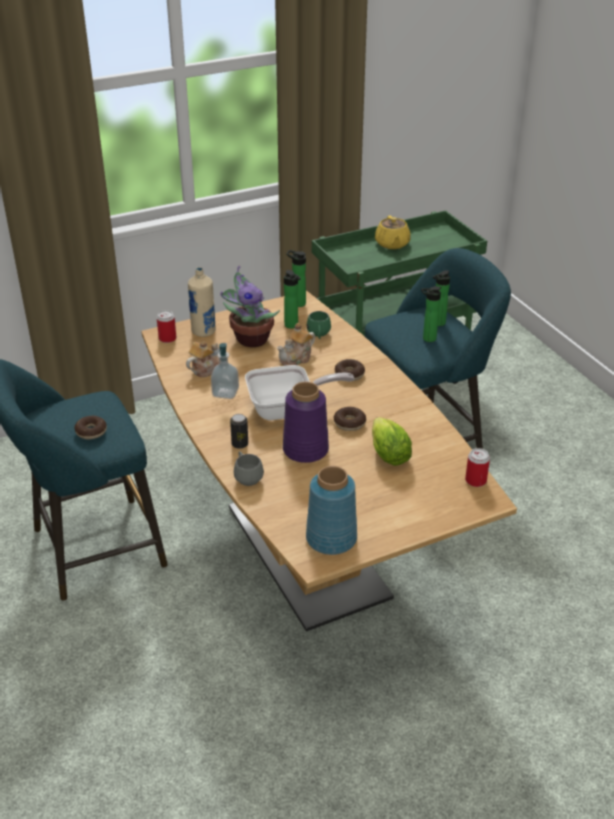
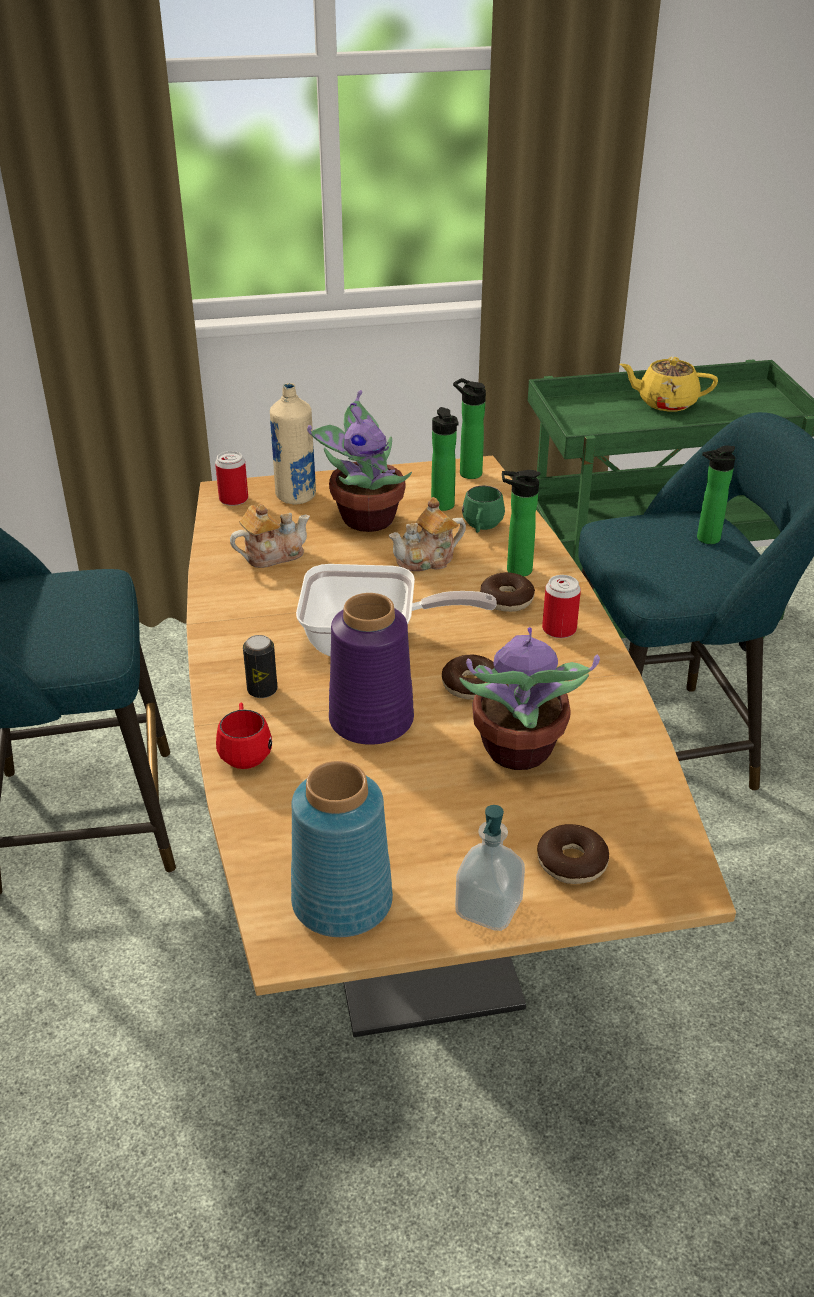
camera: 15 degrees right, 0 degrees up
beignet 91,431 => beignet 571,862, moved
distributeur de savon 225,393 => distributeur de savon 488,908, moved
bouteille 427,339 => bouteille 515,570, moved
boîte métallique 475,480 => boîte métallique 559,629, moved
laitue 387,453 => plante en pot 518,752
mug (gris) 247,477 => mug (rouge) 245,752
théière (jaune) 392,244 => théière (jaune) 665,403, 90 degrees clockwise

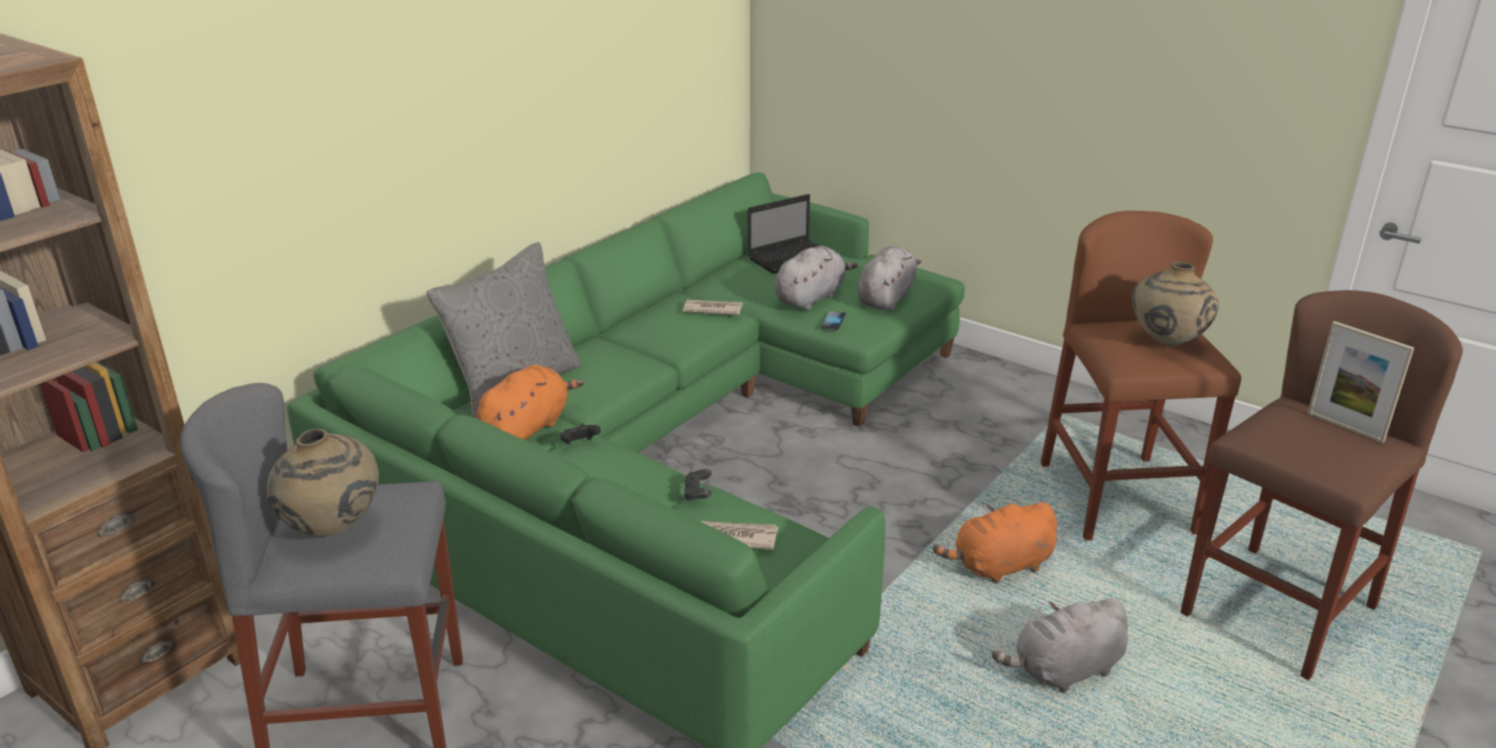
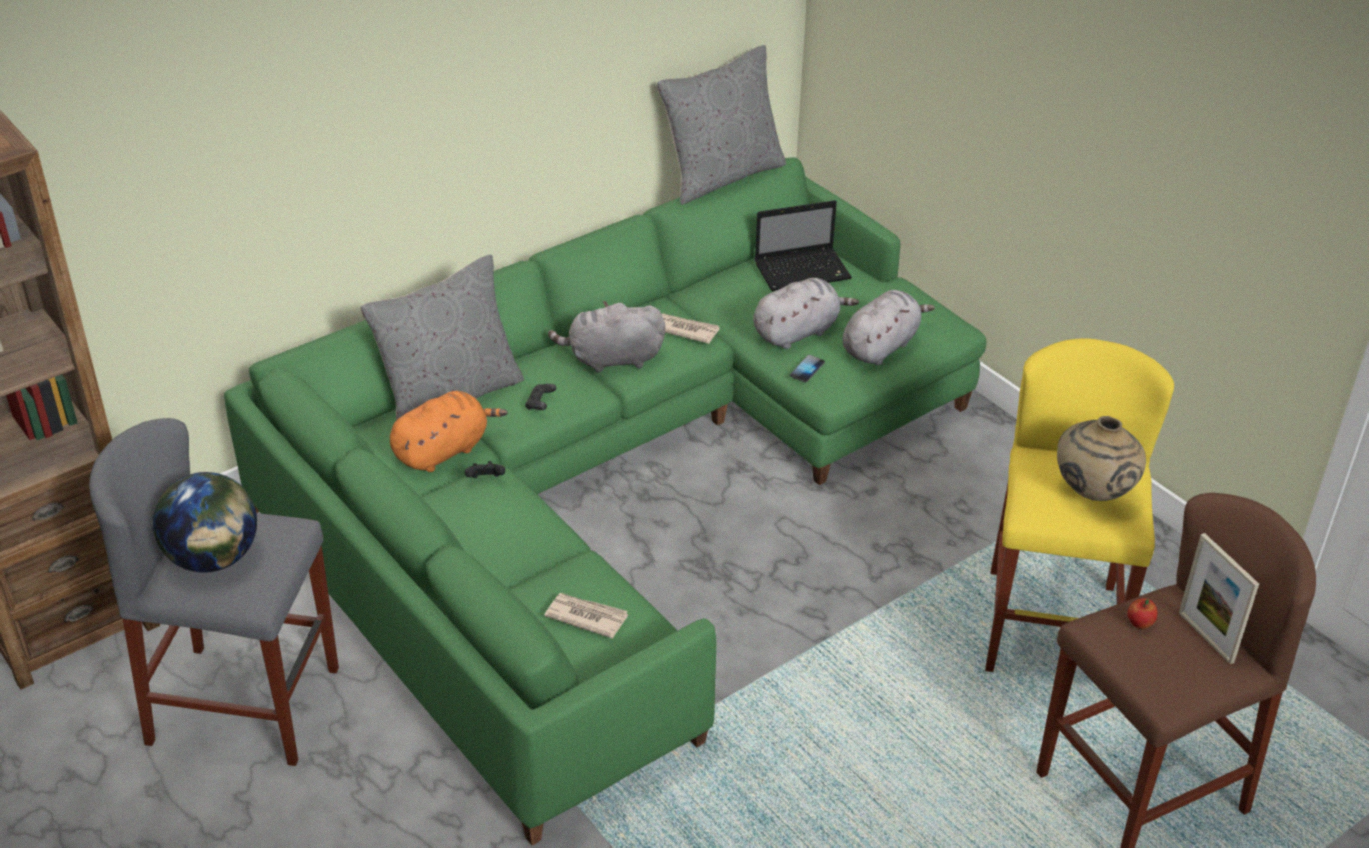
camera: 15 degrees right, 10 degrees up
peluche (orange) 999,567 => nothing
nothing => coussin (gris) 721,176
nothing => pomme 1139,623
manette (noir) 698,493 => manette (noir) 540,404, moved
peluche (gris) 1064,671 => peluche (gris) 611,359, moved
vase (beige) 334,530 => globe 214,558
tabouret (marron) 1117,498 => tabouret (jaune) 1050,628

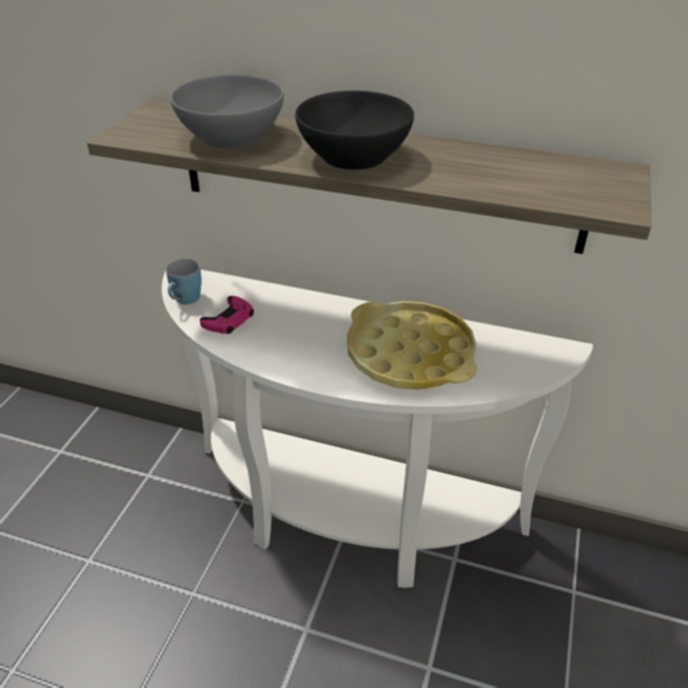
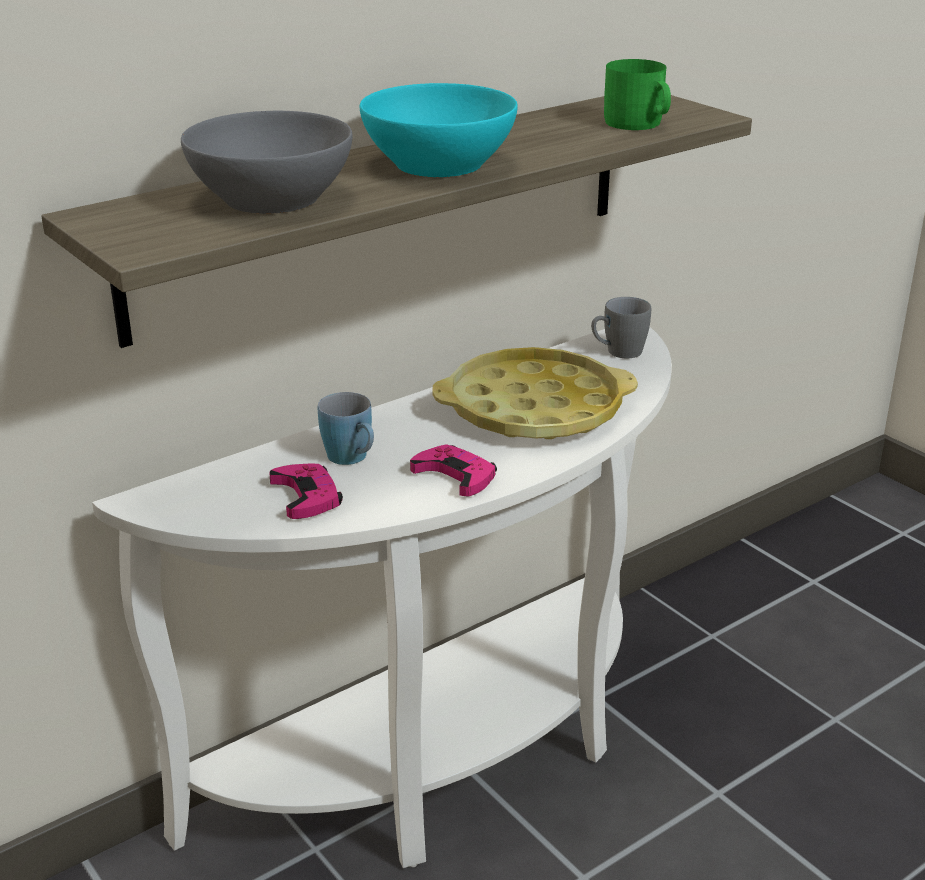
camera: 55 degrees left, 10 degrees down
nothing => manette (rose) 455,475
nothing => mug (gris) 617,353
nothing => mug (vert) 638,124
mug (bleu) 185,301 => mug (bleu) 352,459, moved
bol (noir) 354,156 => bol (turquoise) 440,164

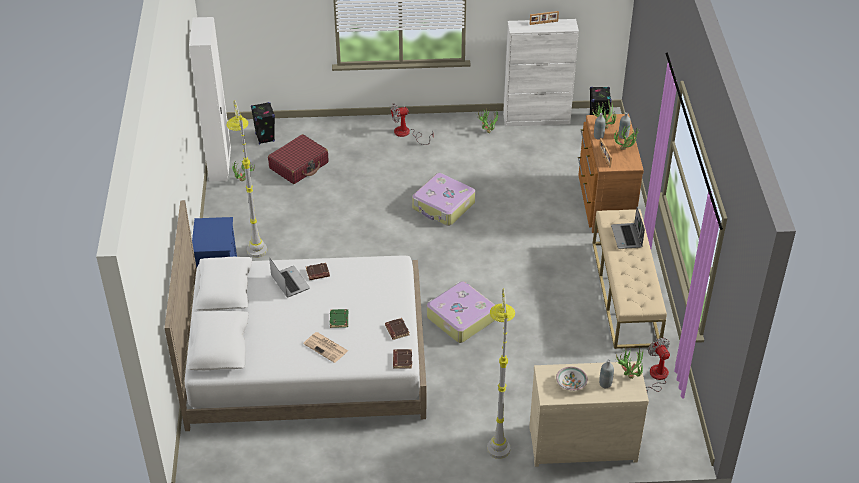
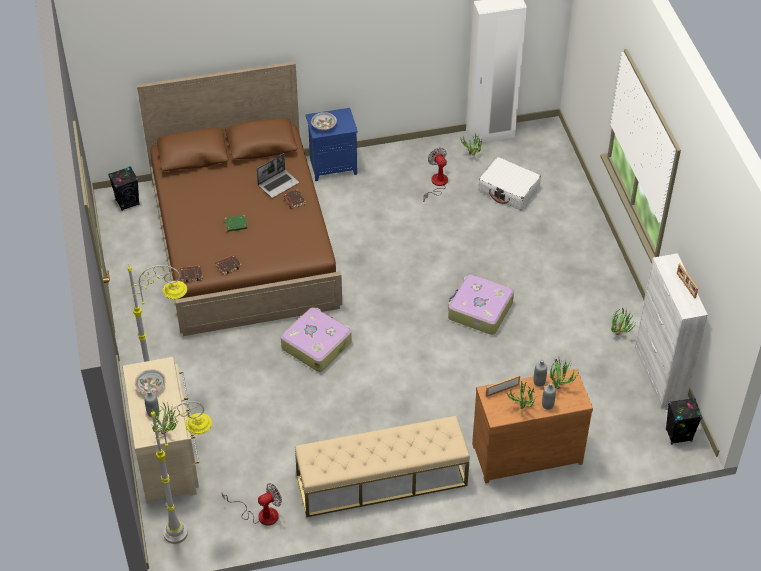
camera: 80 degrees right, 5 degrees up
journal 326,347 => nothing
ordinateur portable 627,237 => nothing
nothing => bol 323,126
lampadaire (gris) 253,239 => lampadaire (gris) 195,525, moved
enceinte (noir) 265,137 => enceinte (noir) 127,202, moved
ventilateur 407,134 => ventilateur 437,184, moved
lit (blanc) 307,359 => lit (marron) 244,243
valise (rouge) 299,165 => valise (blanc) 509,190

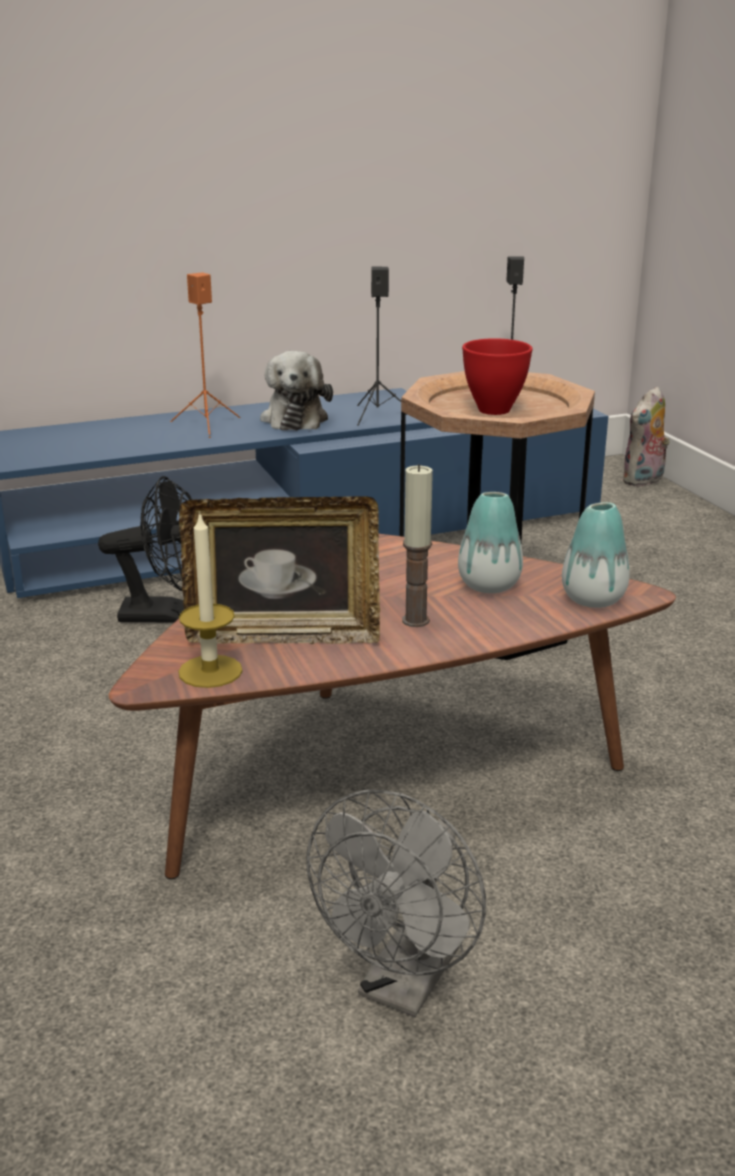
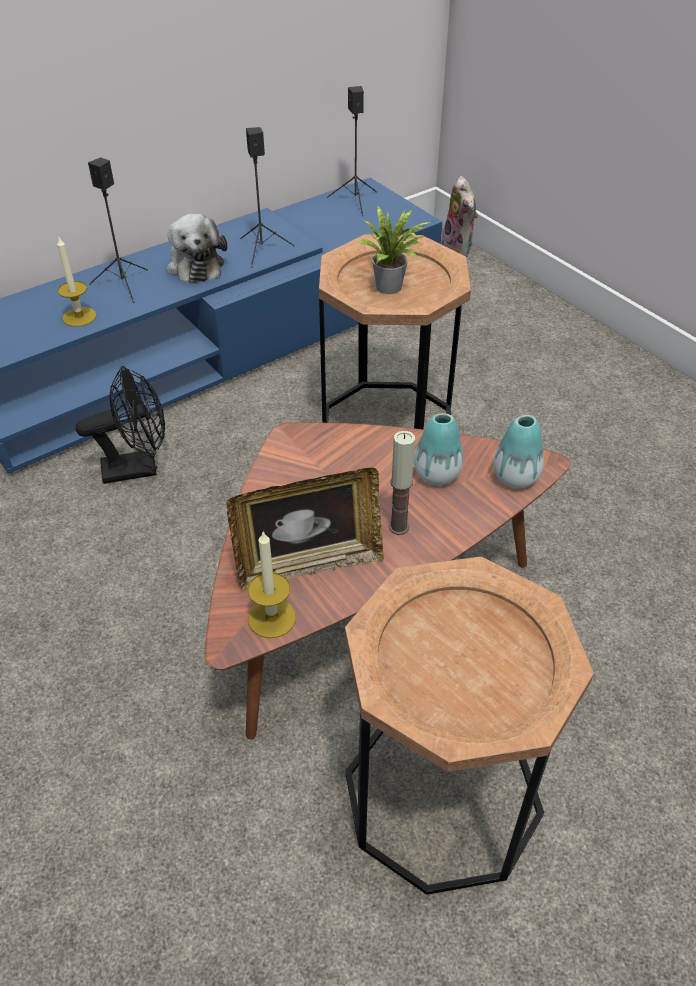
camera: 15 degrees left, 20 degrees up
nothing => bougie 79,317
ventilateur (gris) 403,986 => table d'appoint (marron) 442,794
bol (rouge) 493,409 => plante en pot 392,287
enceinte (orange) 207,425 => enceinte (noir) 124,285
peluche 644,481 => peluche 459,250, 45 degrees counterclockwise

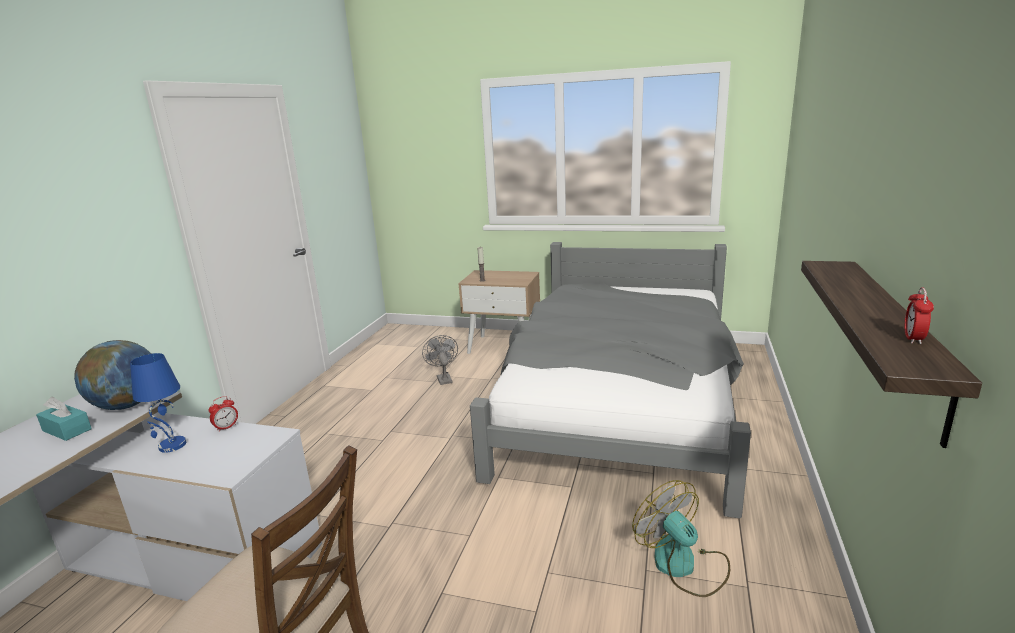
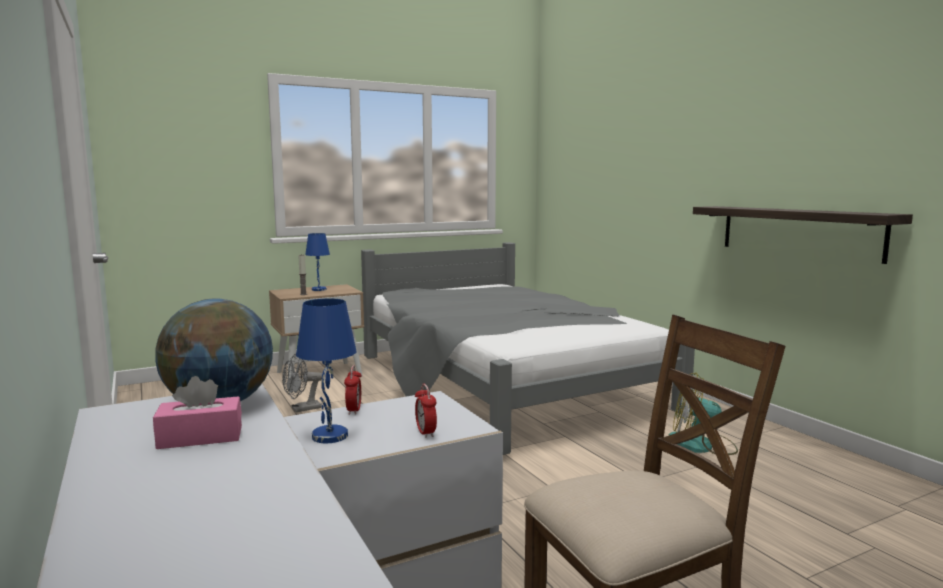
camera: 45 degrees left, 10 degrees down
nothing => lampe de table (bleu) 318,289
réveil 913,339 => réveil 425,433, moved
boîte à mouchoirs (turquoise) 67,430 => boîte à mouchoirs (rose) 200,437
ventilateur (gris) 443,378 => ventilateur (gris) 302,409, 60 degrees counterclockwise

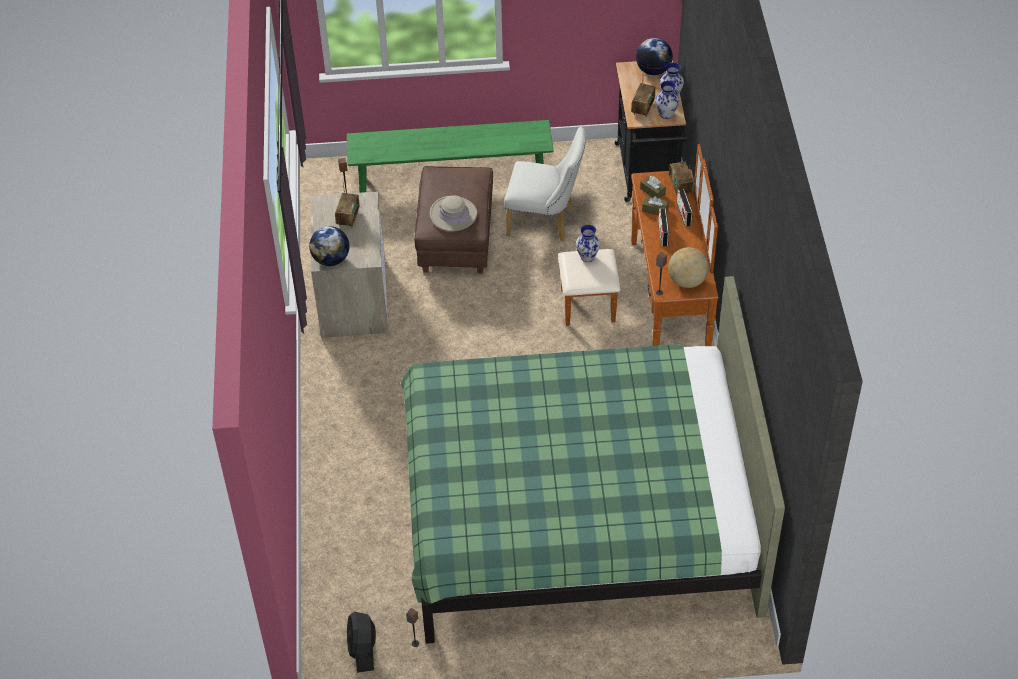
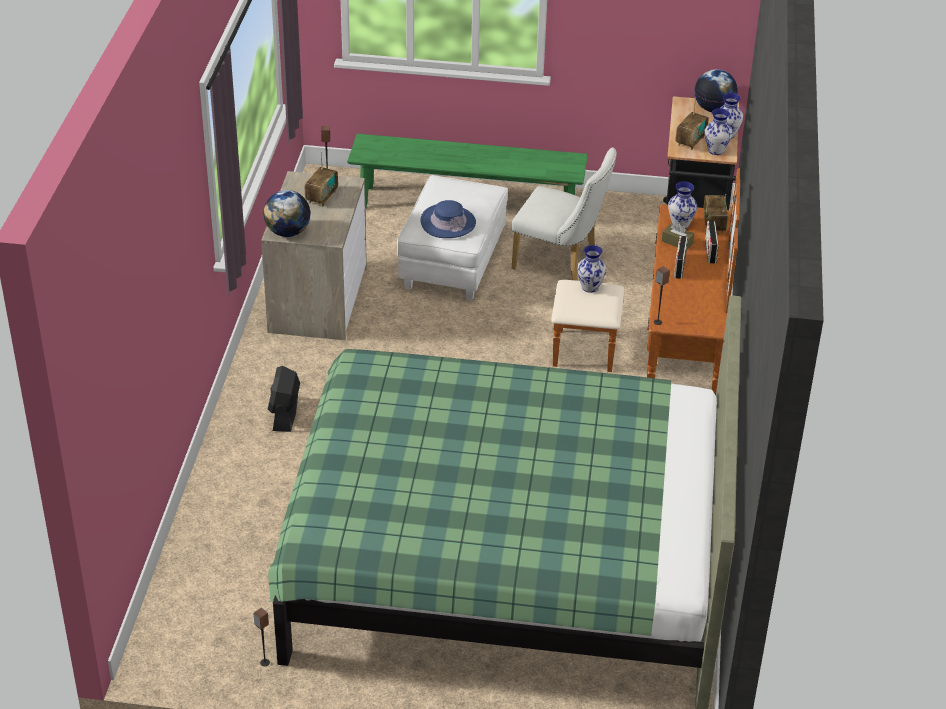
camera: 10 degrees right, 10 degrees down
globe 687,281 => nothing
ventilateur (noir) 363,650 => ventilateur (noir) 285,414, moved
boîte à mouchoirs (marron) 652,191 => vase 680,224
pouf (marron) 456,240 => pouf (blanc) 452,264
chapeau (beige) 453,214 => chapeau (bleu) 448,222

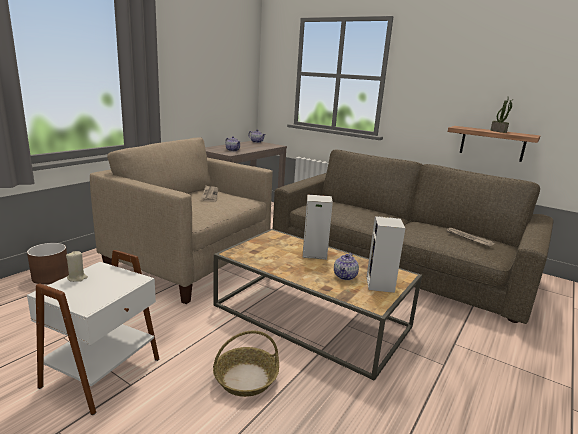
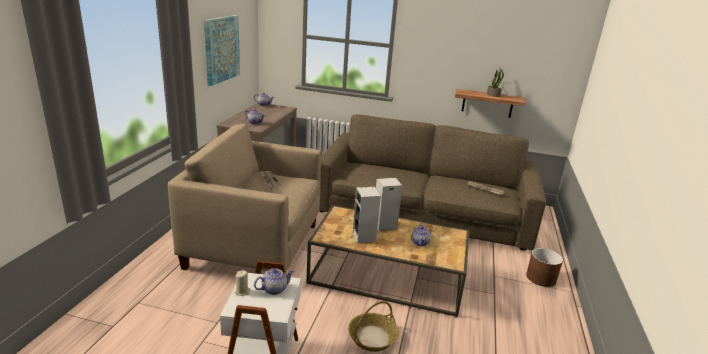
camera: 20 degrees left, 5 degrees up
nothing => tableau 221,49
nothing => théière 274,289
cache-pot (marron) 51,276 => cache-pot (marron) 541,278, moved
enceinte 381,285 => enceinte 365,237, moved

